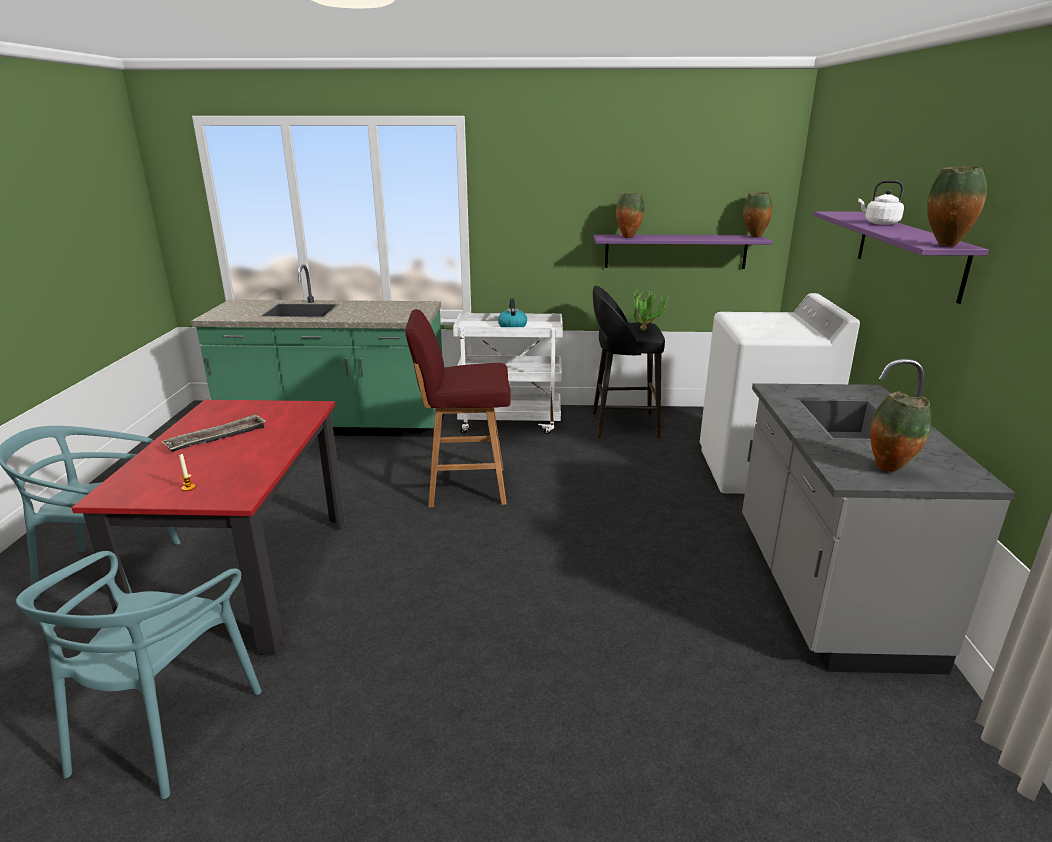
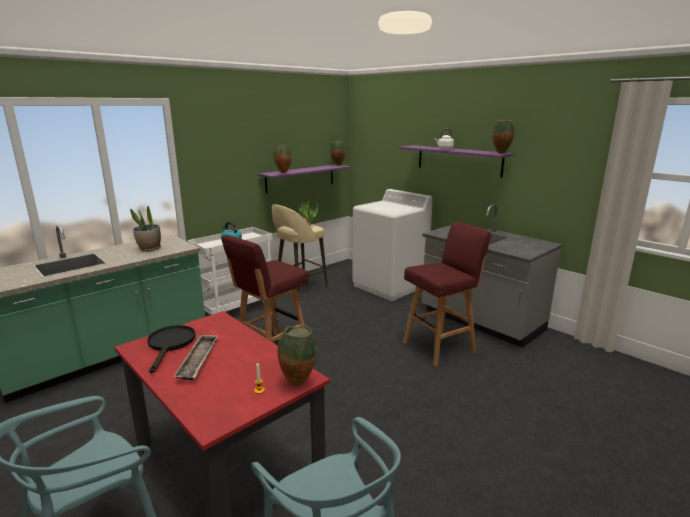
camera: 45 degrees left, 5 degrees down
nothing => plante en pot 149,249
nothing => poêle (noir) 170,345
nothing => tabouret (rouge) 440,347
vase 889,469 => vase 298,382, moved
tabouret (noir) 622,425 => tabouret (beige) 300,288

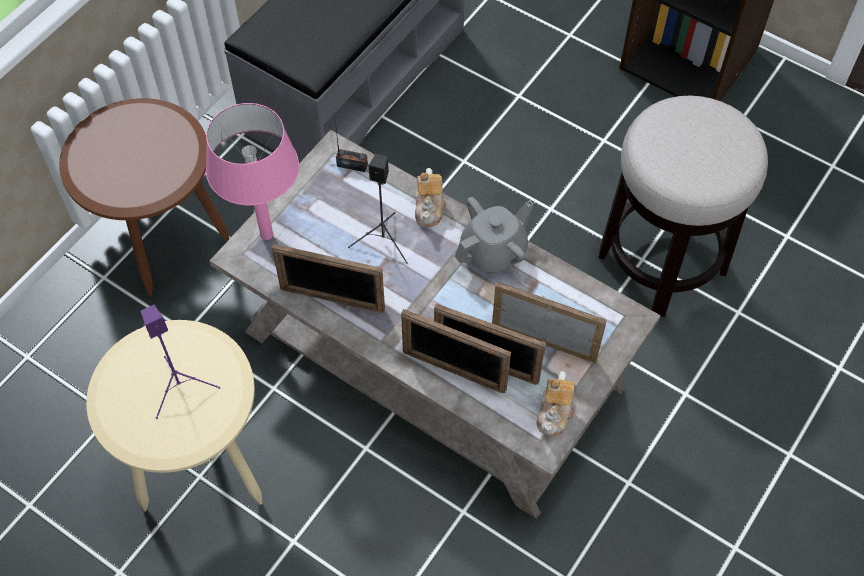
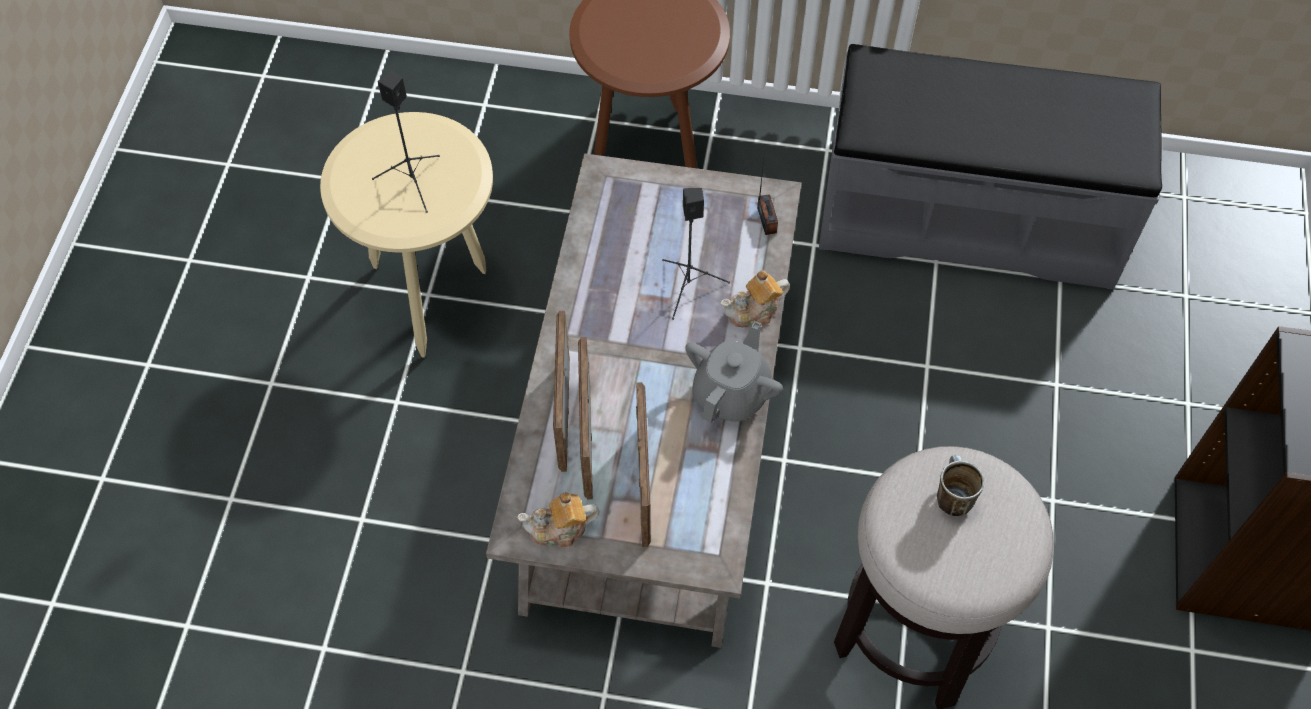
camera: 65 degrees right, 0 degrees up
lampe de table (rose) 266,234 => nothing
cadre photo 332,299 => nothing
nothing => mug 950,496
enceinte (violet) 181,387 => enceinte (noir) 413,182
théière (gris) 494,252 => théière (gris) 731,394, 90 degrees counterclockwise

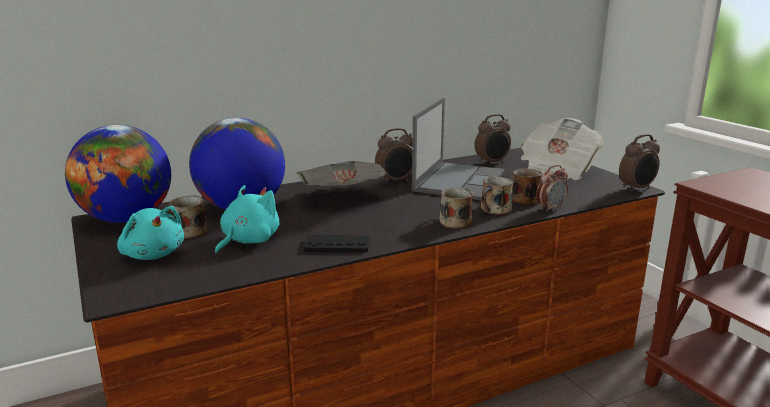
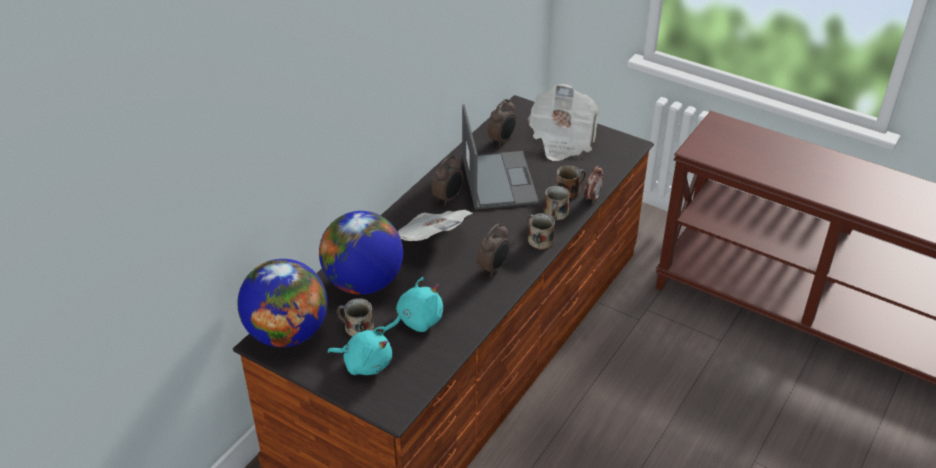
camera: 30 degrees left, 20 degrees up
manette (noir) 337,245 => nothing
réveil 637,189 => réveil 493,268, moved
peluche (turquoise) 248,241 => peluche (turquoise) 416,321, 60 degrees clockwise

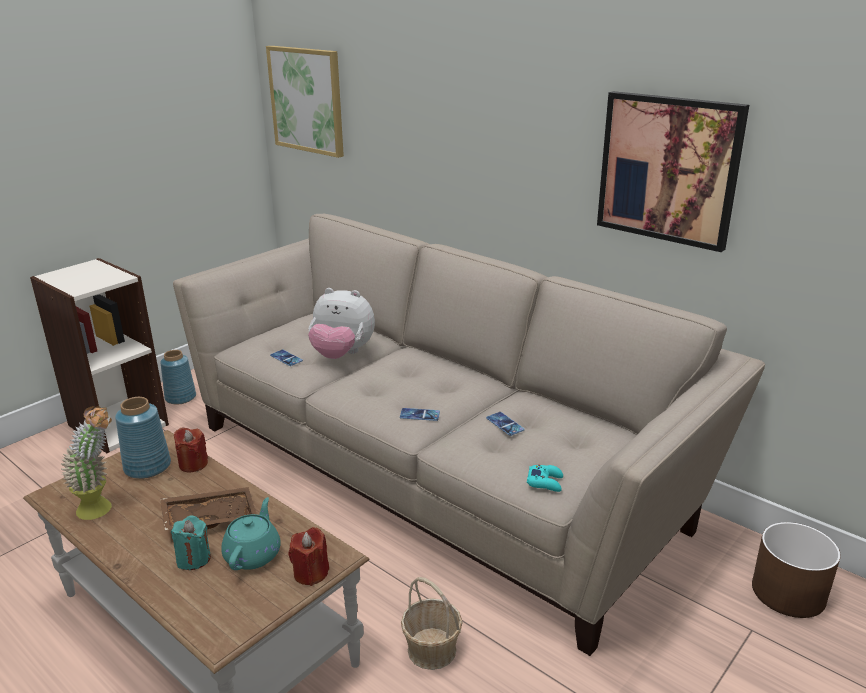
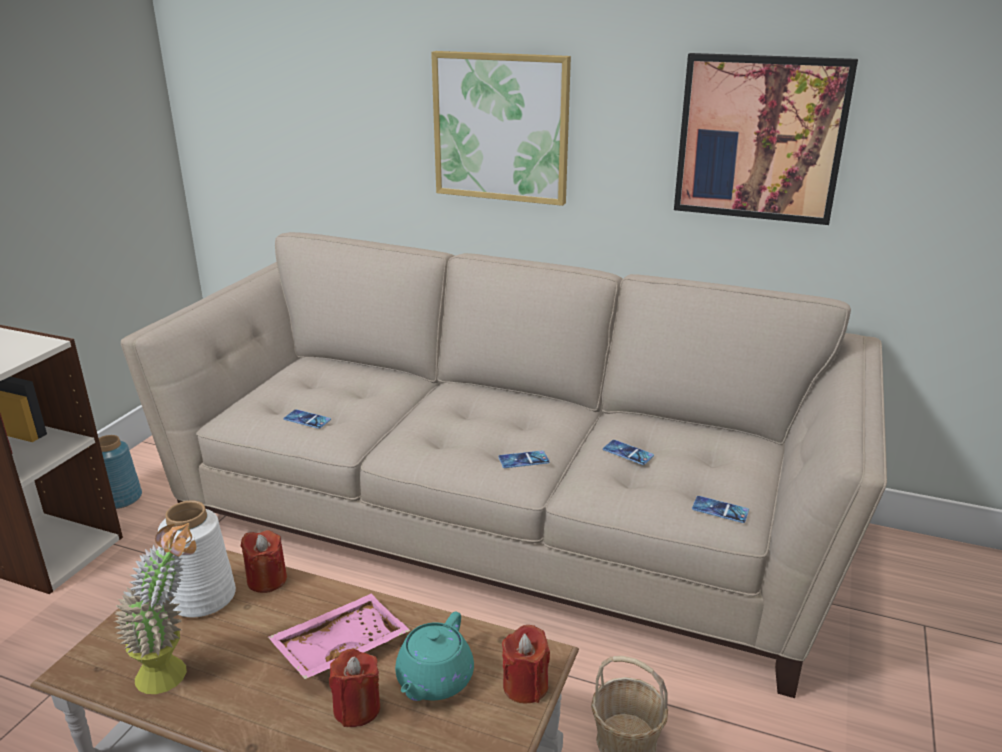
camera: 20 degrees left, 0 degrees up
peluche 342,354 => nothing
cache-pot (marron) 789,592 => nothing
tableau 307,100 => tableau 501,127, moved
manette (turquoise) 545,482 => téléphone 720,510
vase (bleu) 147,467 => vase (blanc) 202,598
plateau (marron) 210,517 => plateau (rose) 340,646
bougie (turquoise) 193,559 => bougie (rouge) 357,708
théière (turquoise) 253,554 => théière (turquoise) 434,681, 150 degrees counterclockwise

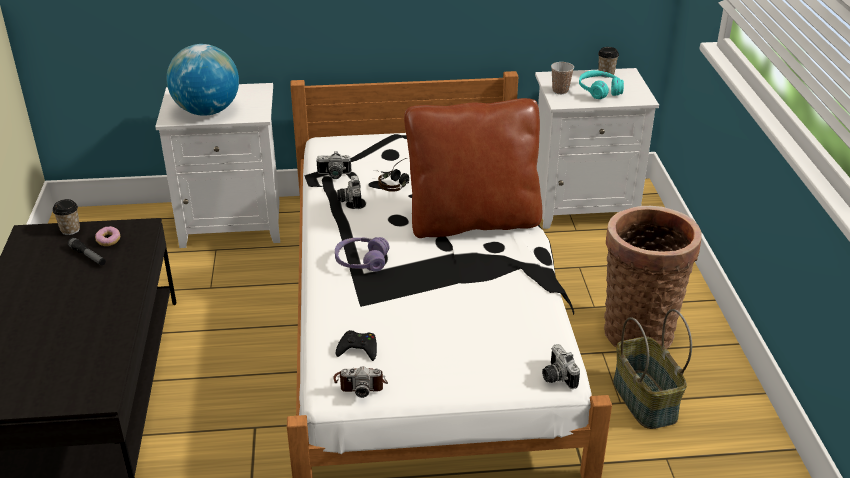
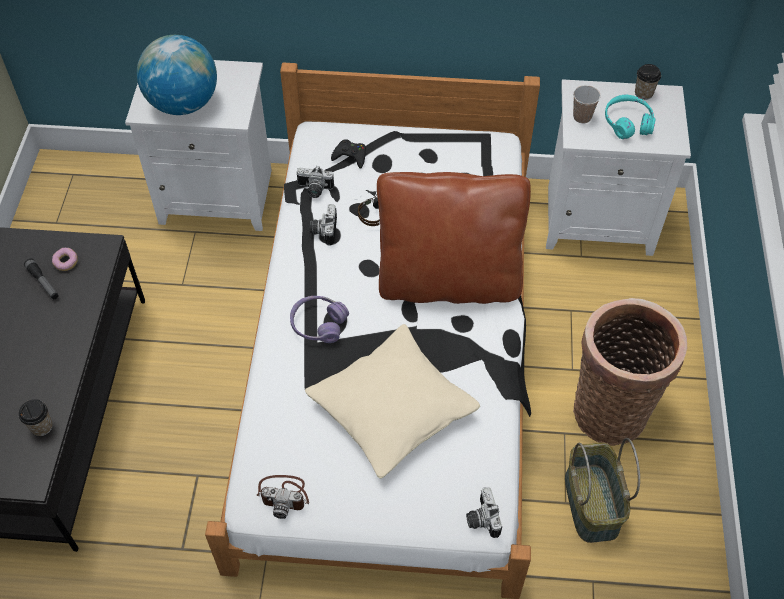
camera: 10 degrees right, 20 degrees up
nothing => coussin (beige) 392,409
tasse 70,230 => tasse 41,427, moved
manette (noir) 358,349 => manette (noir) 350,156, moved

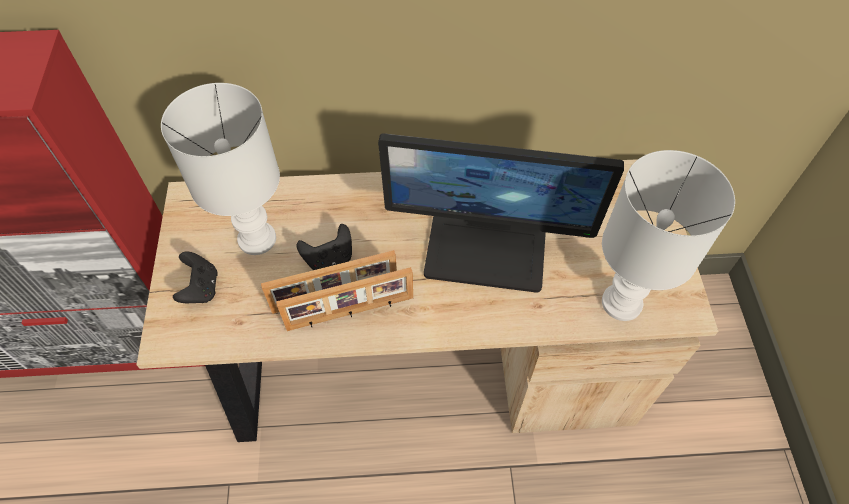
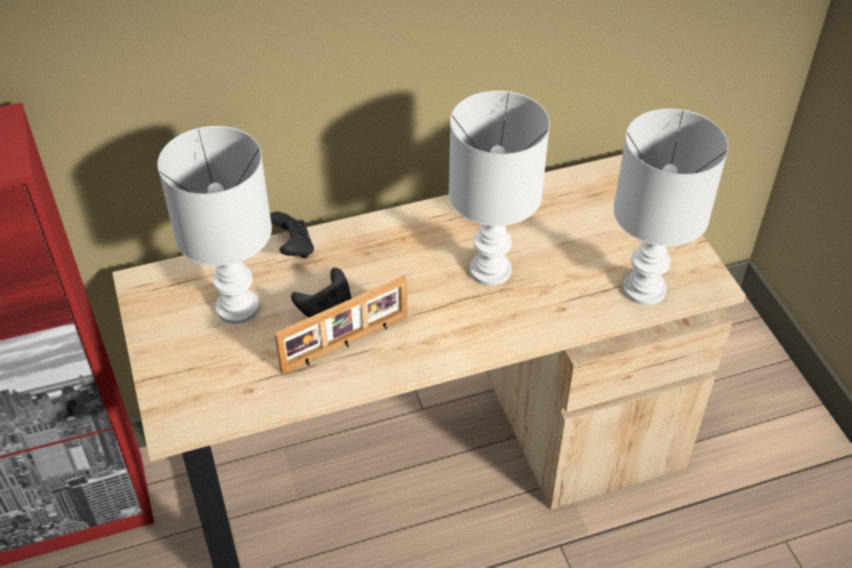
camera: 15 degrees left, 10 degrees down
cadre photo 350,314 => nothing
manette (noir) 201,288 => manette (noir) 294,248, moved
écran d'ordinateur 486,250 => lampe de table (blanc) 491,269

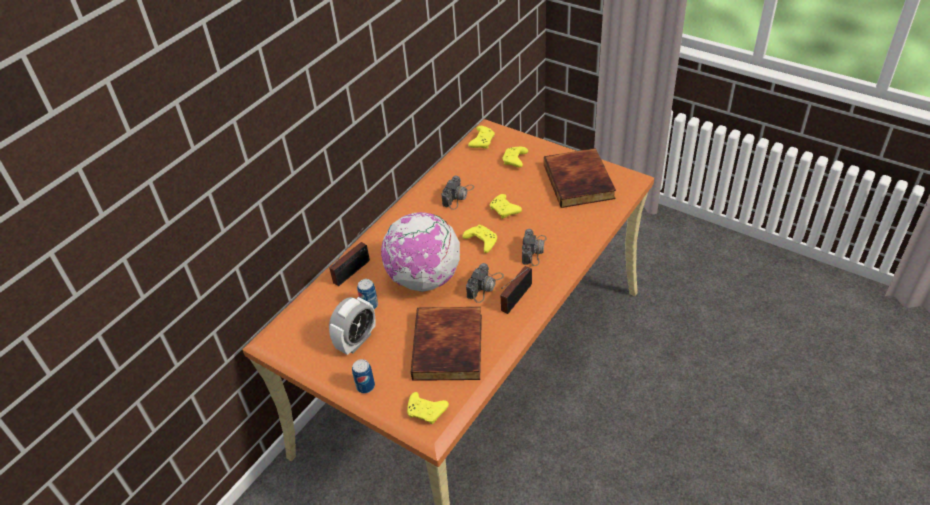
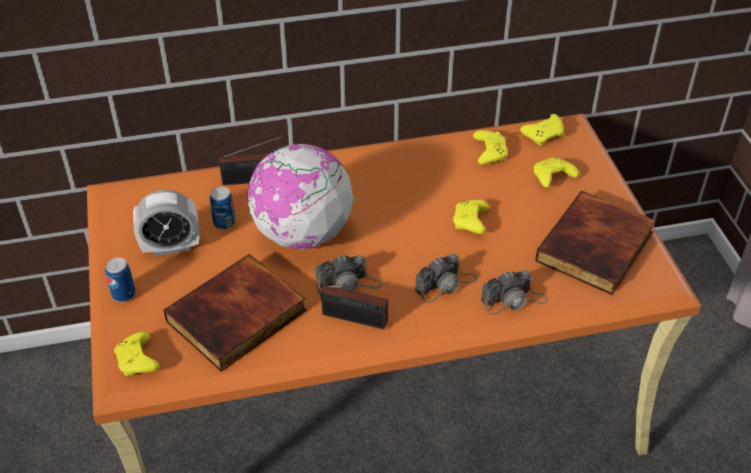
camera: 40 degrees right, 0 degrees up
appareil photo 458,196 => appareil photo 513,300, moved
manette (jaune) 481,242 => manette (jaune) 489,152, moved
radio 514,299 => radio 358,319, 150 degrees counterclockwise

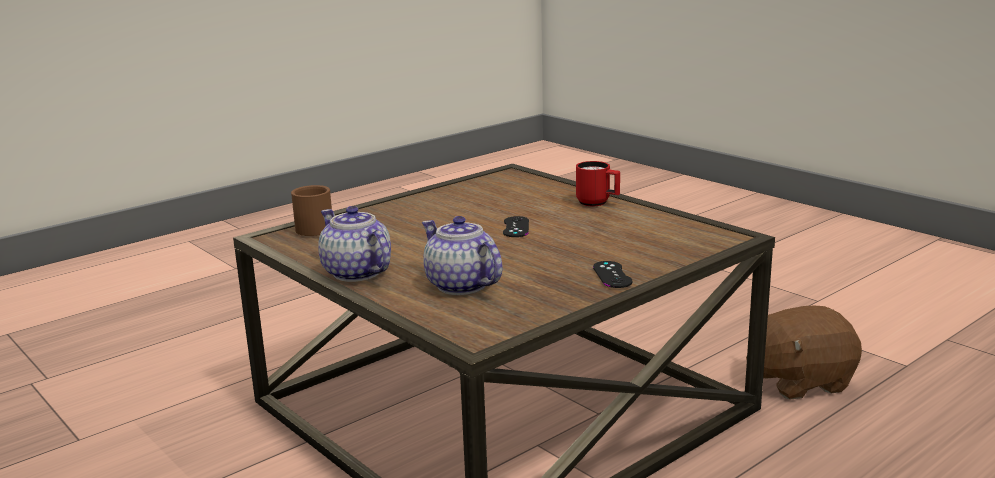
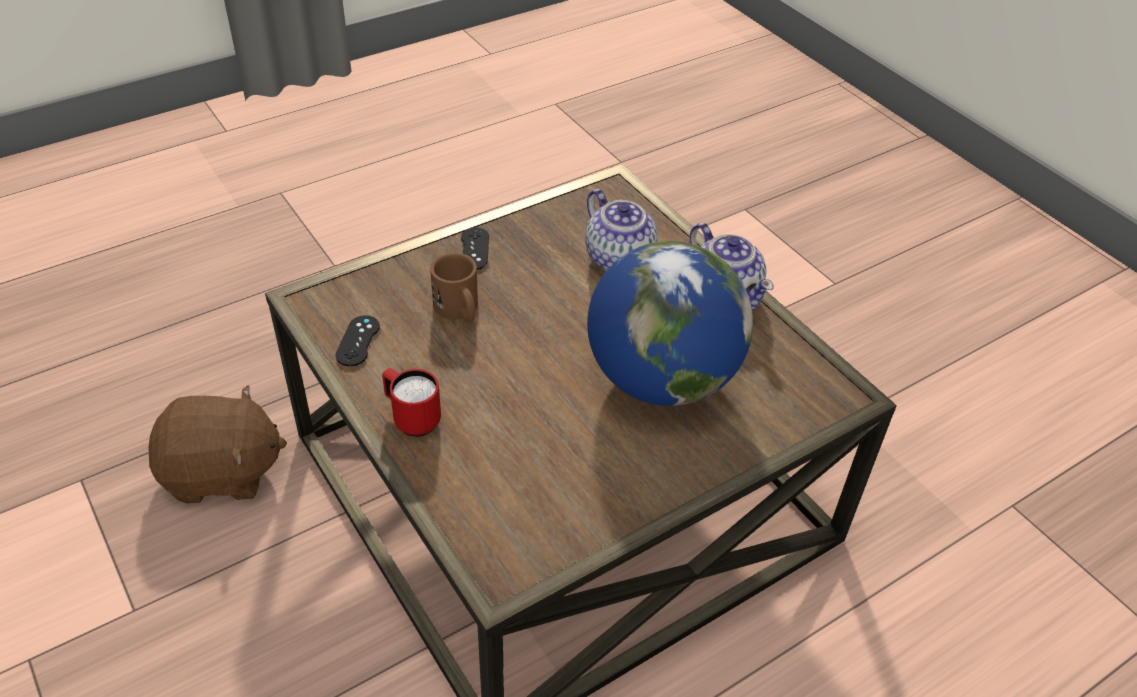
camera: 175 degrees left, 25 degrees up
nothing => globe 661,379
mug (marron) 310,227 => mug (marron) 459,310, moved
manette (noir) 516,227 => manette (noir) 358,341, moved

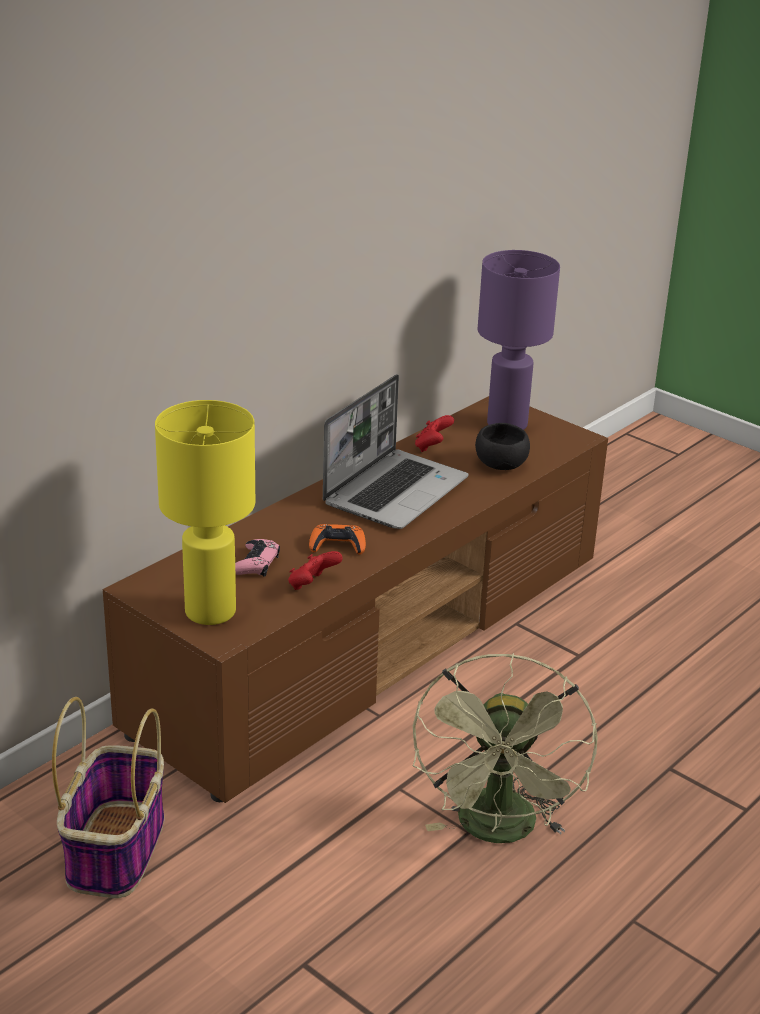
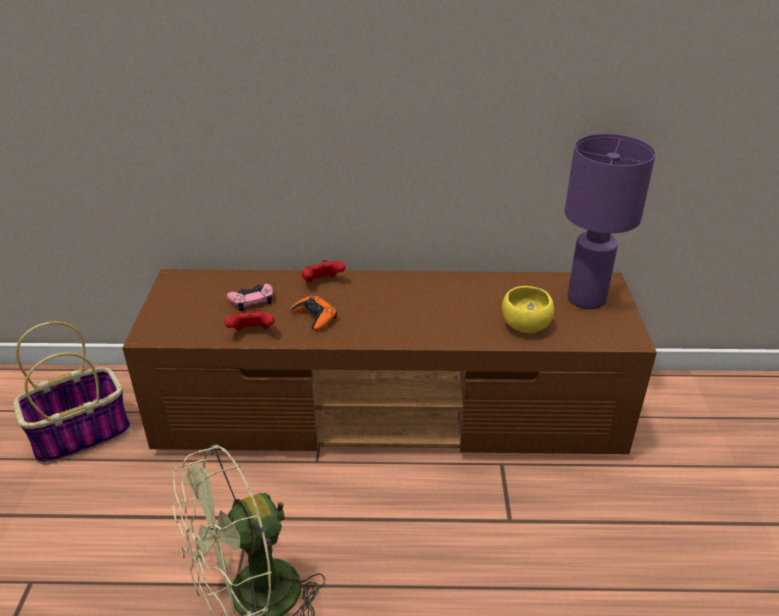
camera: 50 degrees right, 5 degrees up
lampe de table (jaune) 211,611 => nothing
ordinateur portable 395,491 => nothing
manette (rouge) 432,447 => manette (rouge) 322,283, moved
bol (noir) 499,465 => bol (jaune) 524,325

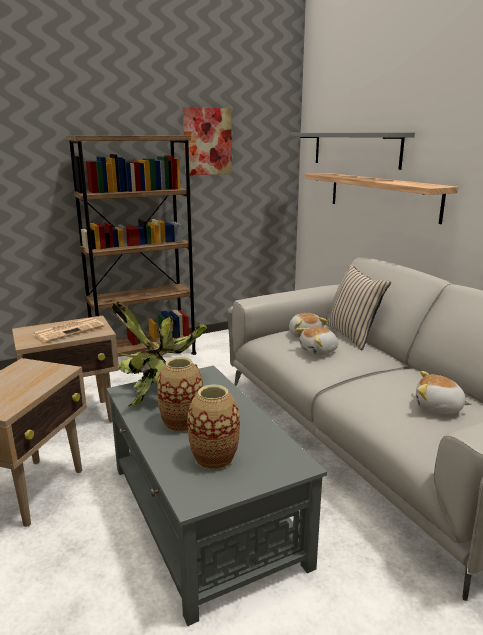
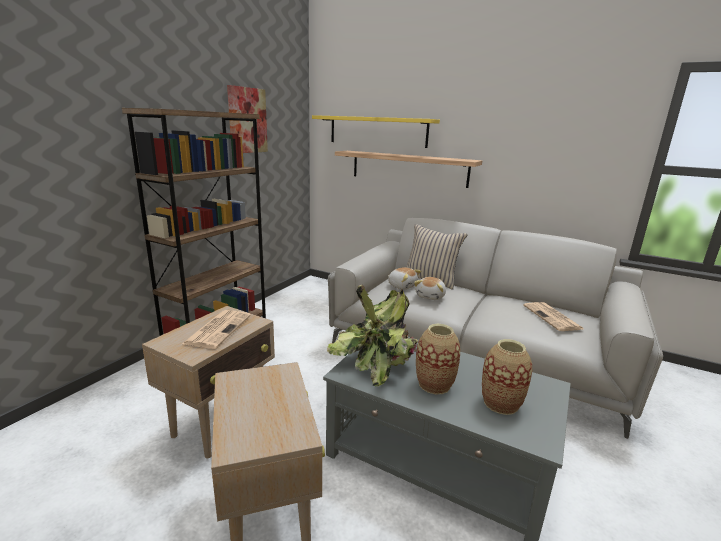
camera: 35 degrees left, 0 degrees up
peluche 438,408 => journal 553,317
étagère (gris) 355,149 => étagère (jaune) 377,131

